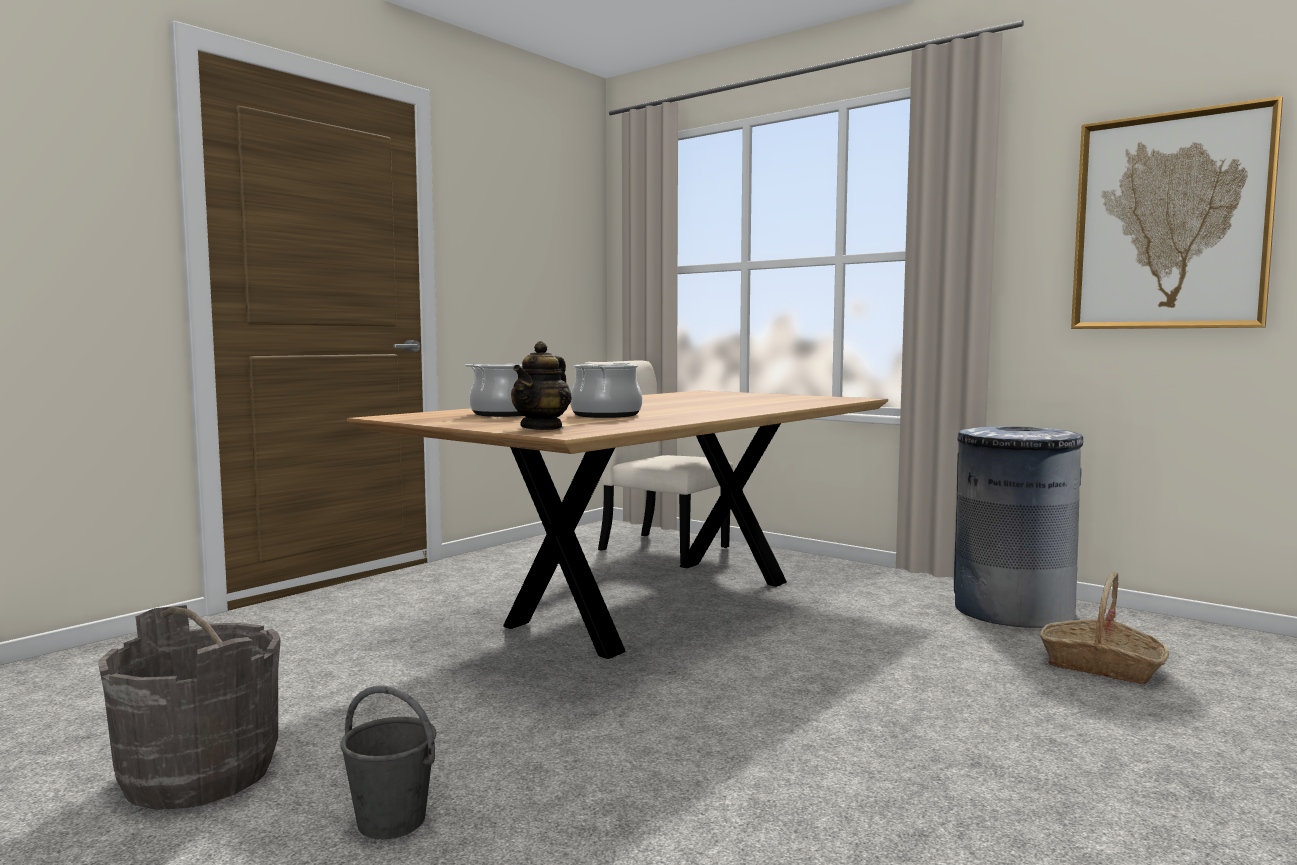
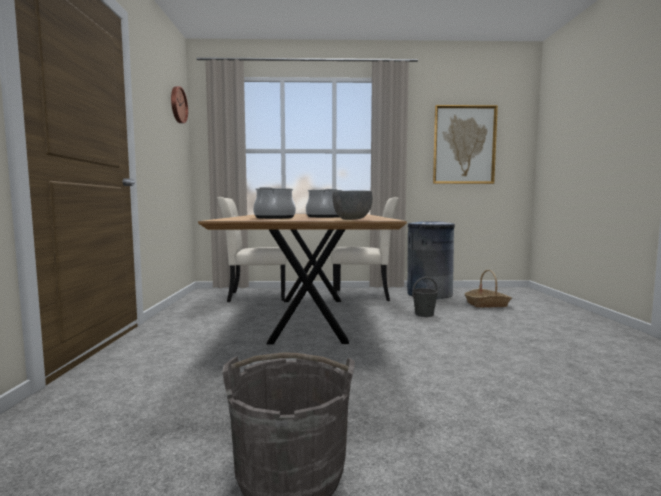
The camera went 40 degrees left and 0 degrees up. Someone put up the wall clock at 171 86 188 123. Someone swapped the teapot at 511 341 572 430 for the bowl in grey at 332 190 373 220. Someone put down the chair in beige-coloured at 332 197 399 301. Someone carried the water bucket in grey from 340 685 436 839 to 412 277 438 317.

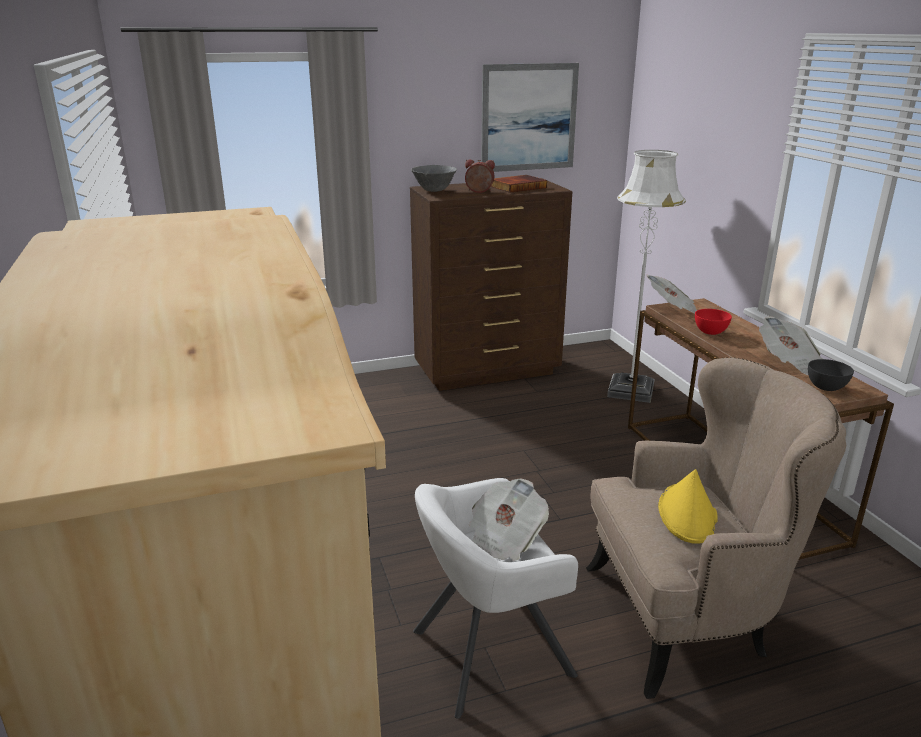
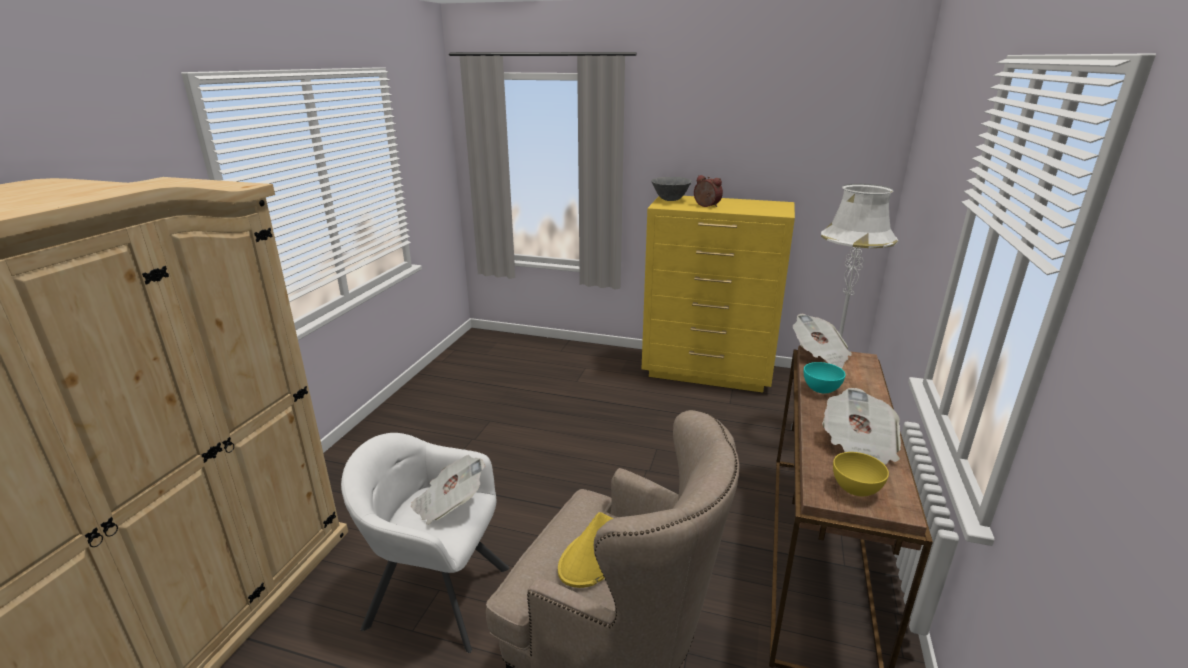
The camera went 35 degrees right and 0 degrees up. Someone repainted the dresser in brown at 410 178 572 391, which became the dresser in yellow-coloured at 642 196 795 393. Someone repainted the bowl in red at 695 309 732 335, which became the bowl in turquoise-coloured at 804 362 846 394. Someone repainted the bowl in grey at 808 359 854 391, which became the bowl in yellow-coloured at 833 452 889 496. Someone took away the picture at 481 63 579 172. Someone took away the volume at 490 175 547 193.

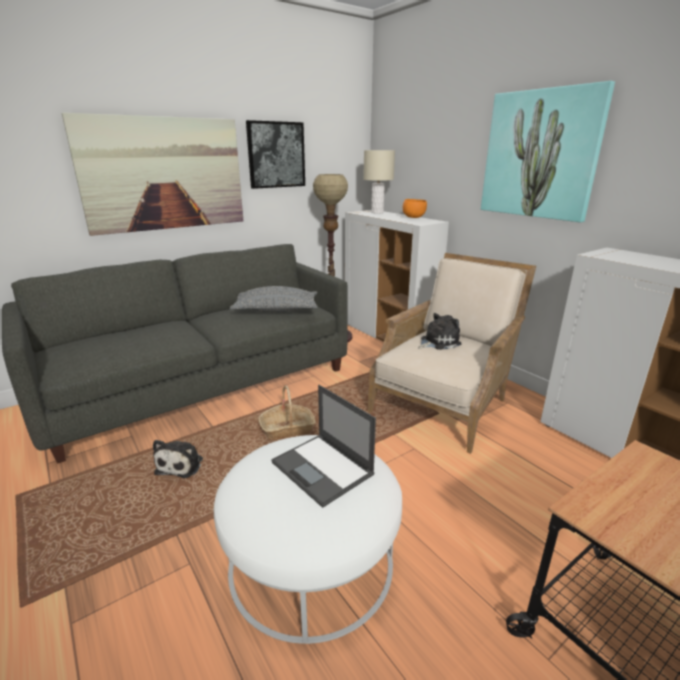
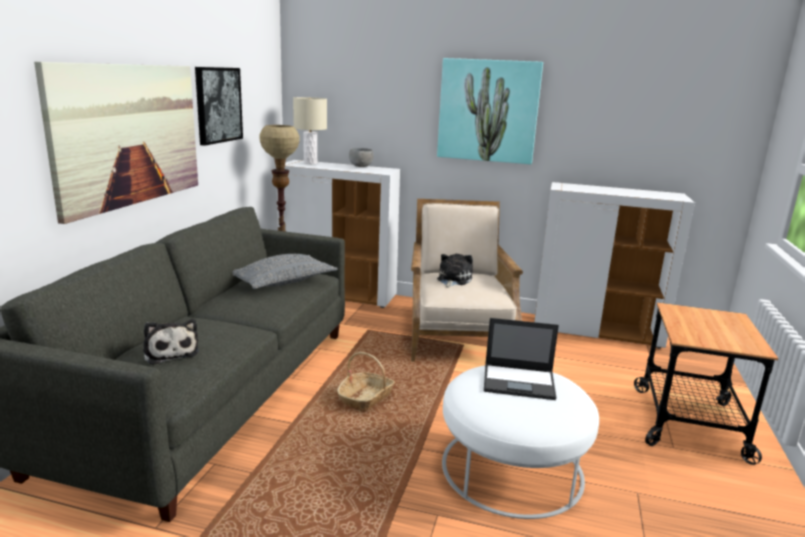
The camera went 40 degrees left and 5 degrees down. Someone carried the soft toy from 153 440 203 478 to 143 319 199 365. Someone repainted the bowl in orange-coloured at 403 199 427 218, which became the bowl in grey at 349 148 374 167.

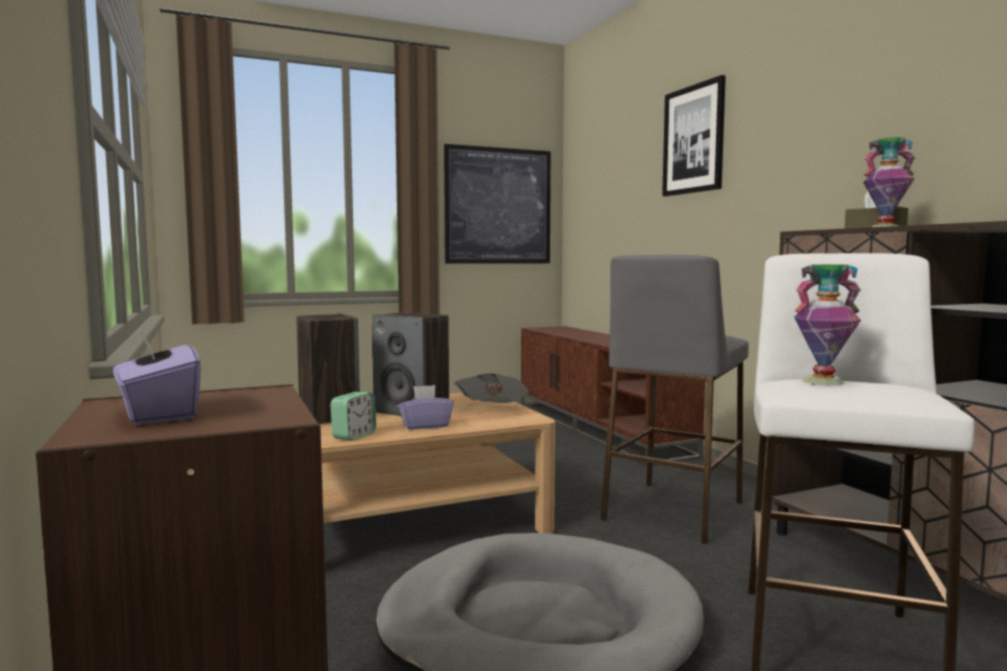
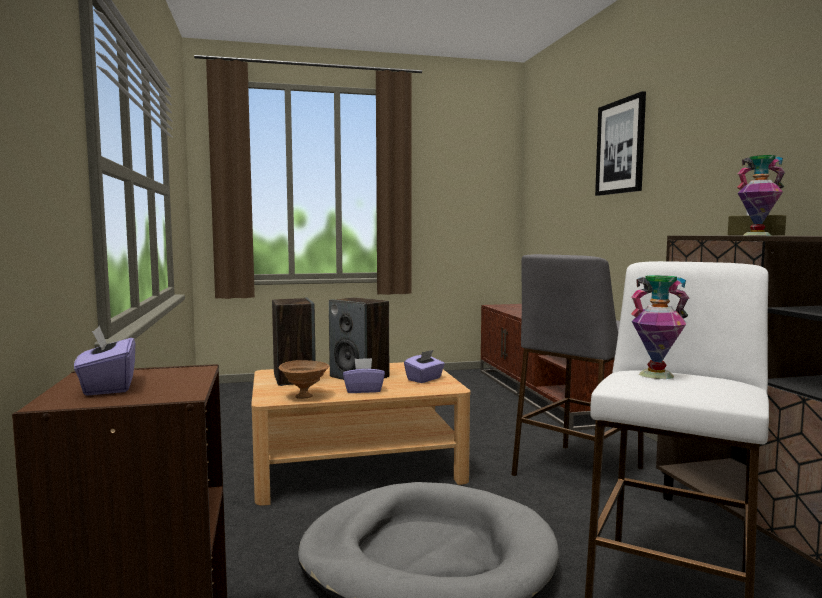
The camera went 10 degrees right and 0 degrees up. Someone swapped the table clock at 330 392 376 441 for the bowl in brown at 279 360 330 399. Someone swapped the newspaper at 454 374 530 403 for the tissue box in purple at 404 350 445 383. Someone took away the picture at 444 144 551 264.

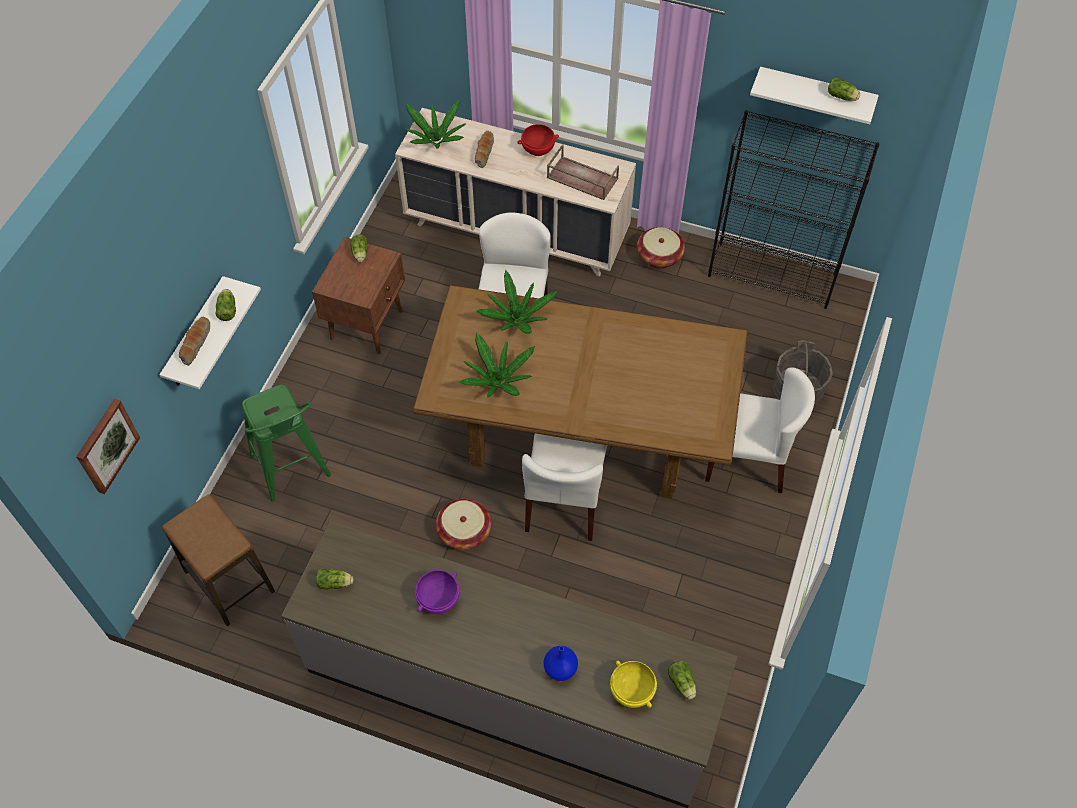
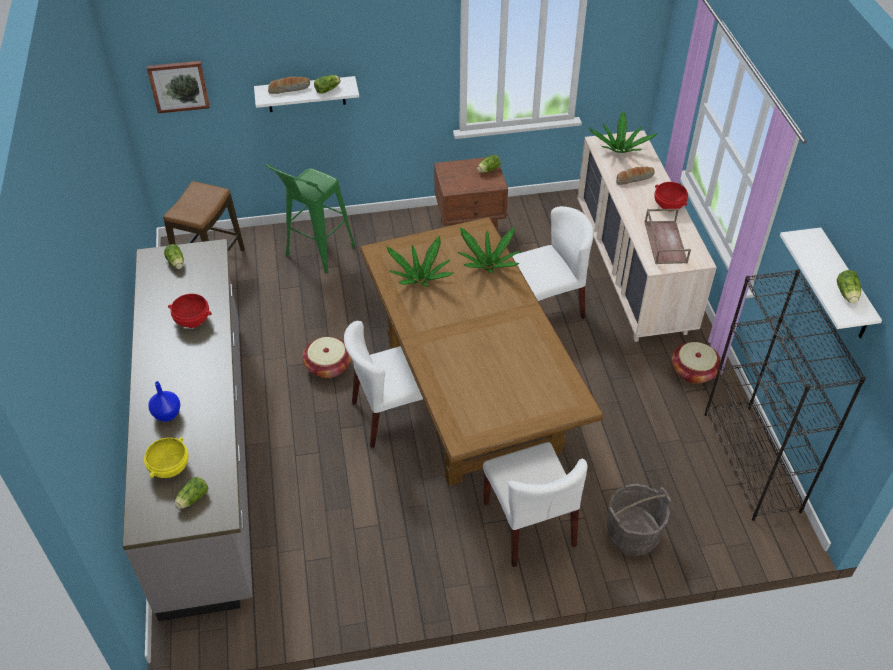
The camera went 60 degrees right and 10 degrees down. Someone repainted the bowl in purple at 415 570 460 614, which became the bowl in red at 168 294 212 328.

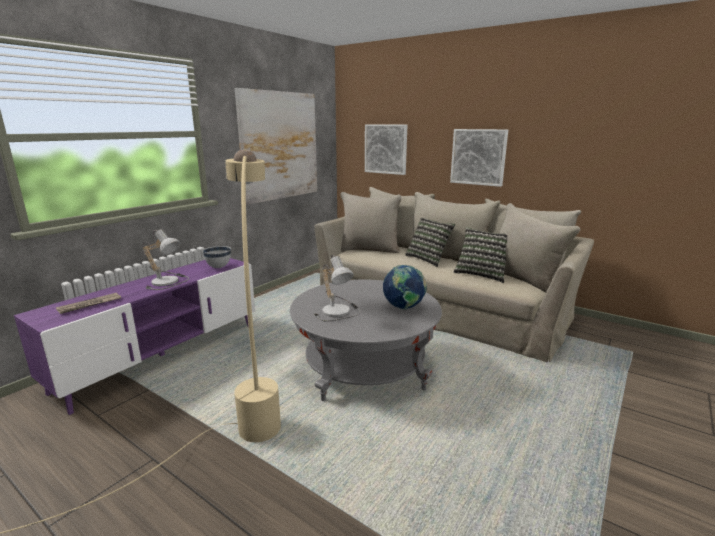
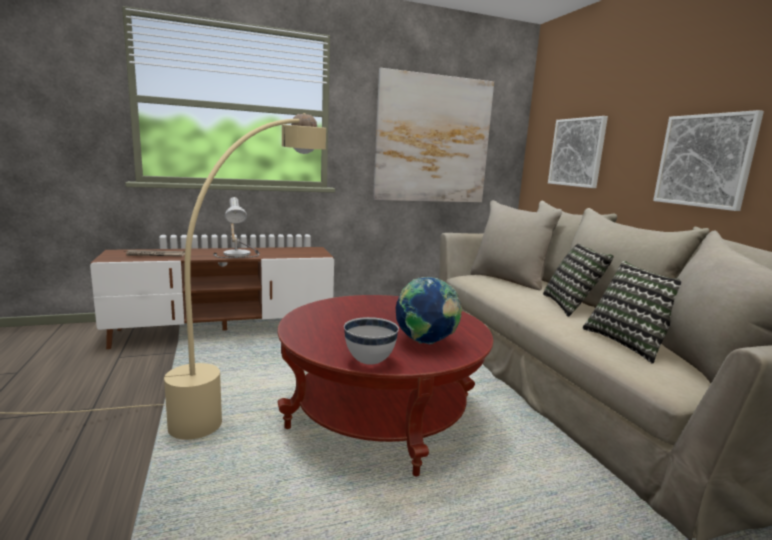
The camera went 35 degrees right and 5 degrees down. Someone repainted the tv stand in purple at 14 258 255 415, which became the tv stand in brown at 90 247 334 349. Someone repainted the low table in grey at 290 280 442 401, which became the low table in red at 278 295 493 476. Someone carried the bowl in white from 203 246 231 268 to 344 317 399 365. Someone took away the table lamp at 314 255 361 321.

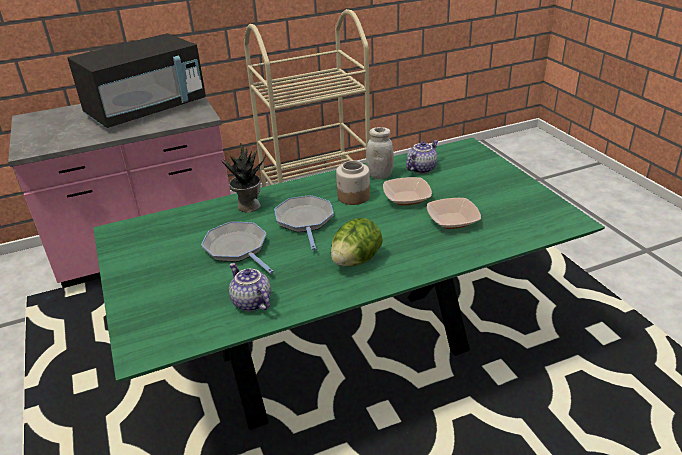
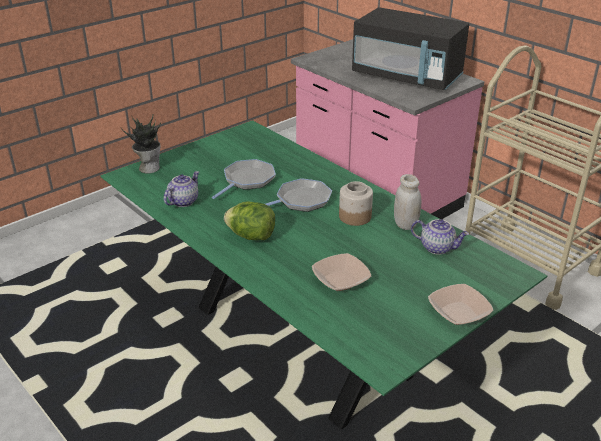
The camera went 70 degrees right and 0 degrees up. Someone carried the plant in a pot from 222 143 266 212 to 121 114 161 174. Someone carried the bowl from 383 177 432 205 to 428 284 493 325.

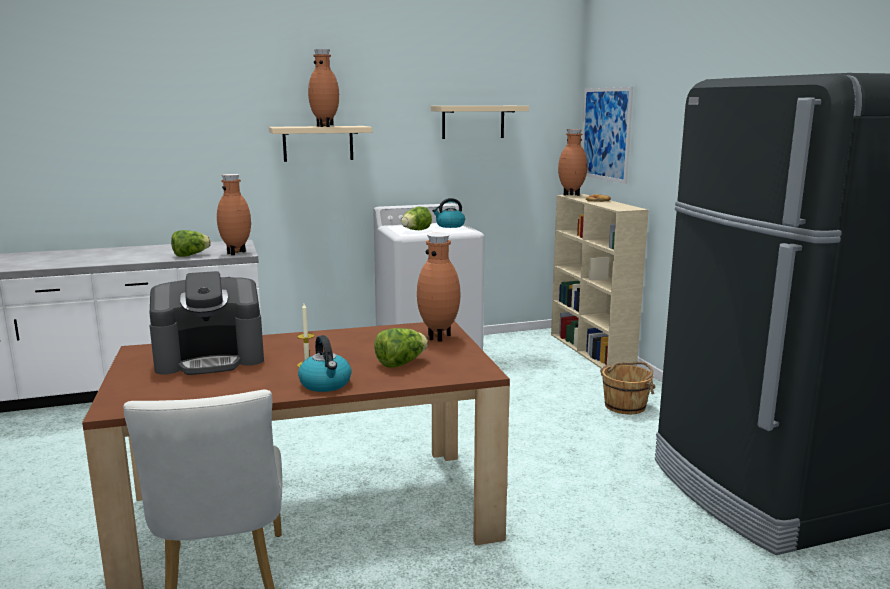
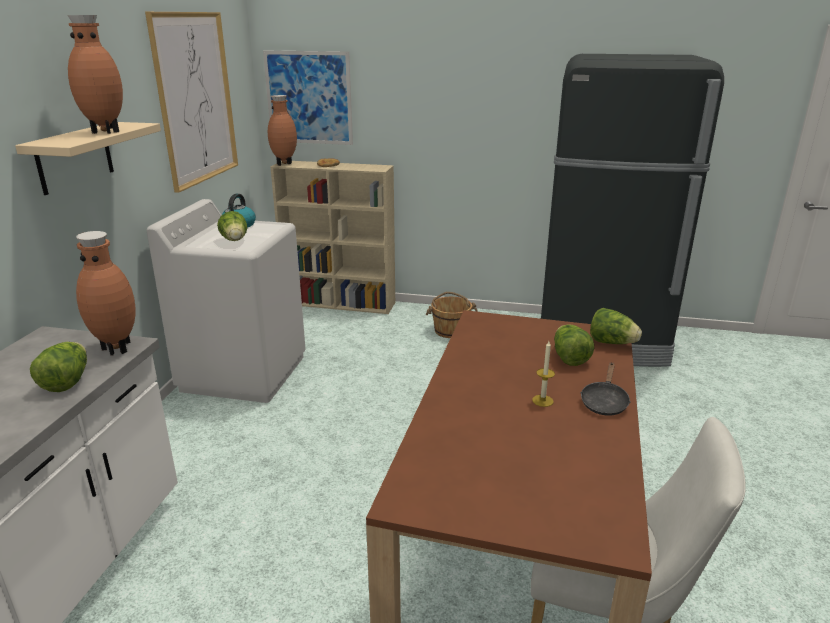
The camera went 60 degrees left and 10 degrees up. Someone swapped the bracket shelf in beige-coloured at 431 106 529 139 for the picture at 145 12 238 193. Someone swapped the kettle at 298 335 351 392 for the skillet in black-coloured at 580 362 630 416. Someone put down the lettuce head at 590 308 642 344. Someone took away the coffee maker at 149 271 264 375. Someone took away the vase in brown at 417 232 461 342.

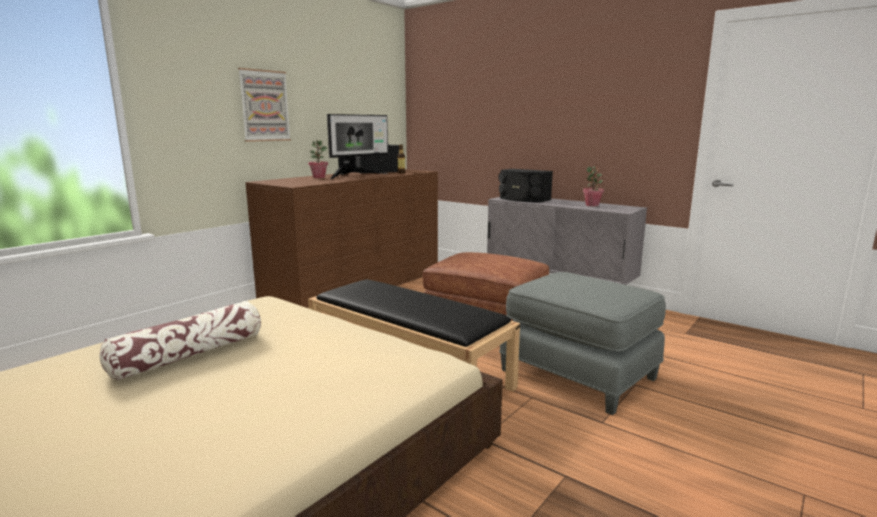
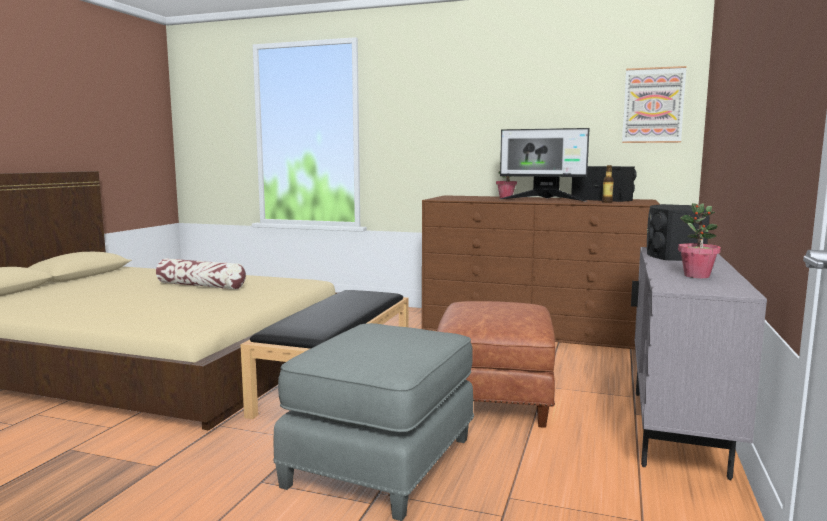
The camera went 70 degrees right and 5 degrees down. Someone carried the picture from 238 68 291 142 to 622 66 687 143.

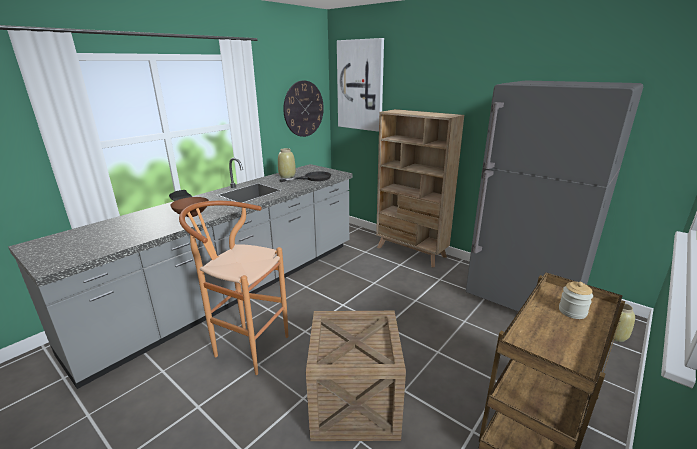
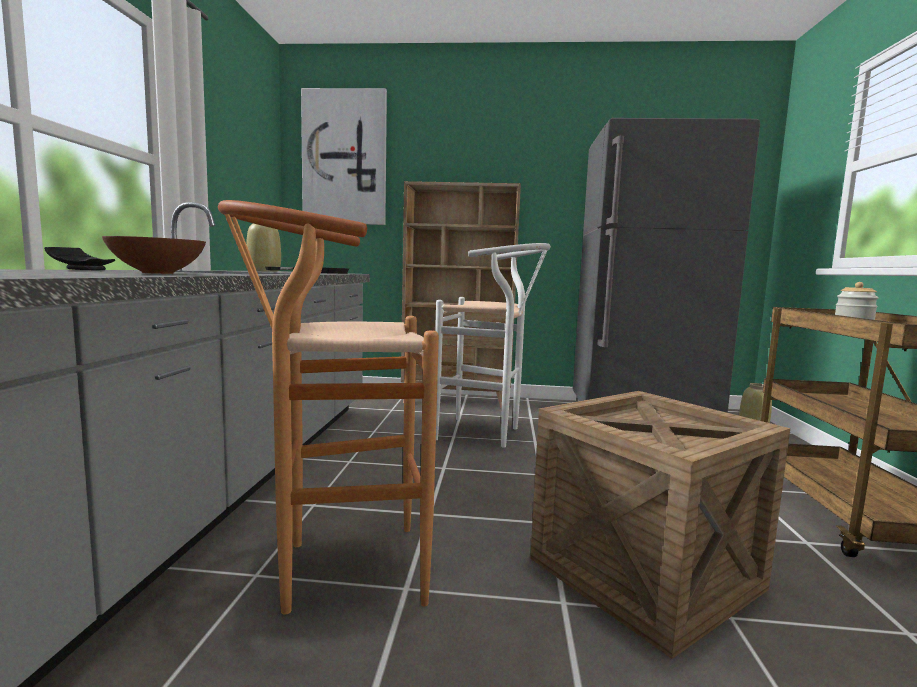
The camera went 35 degrees left and 15 degrees down. Someone put down the stool seat in white at 435 243 551 448. Someone took away the wall clock at 283 81 324 137.

